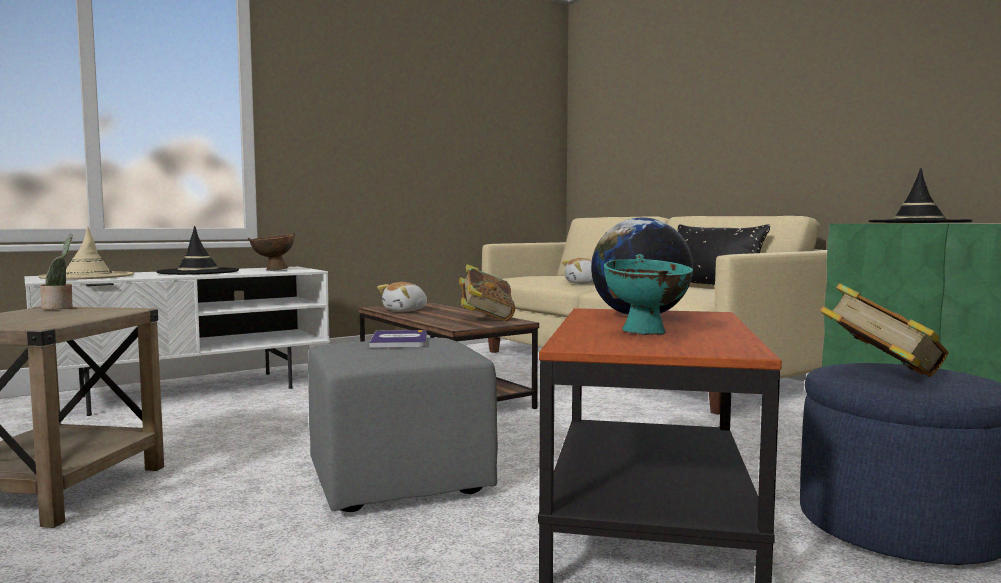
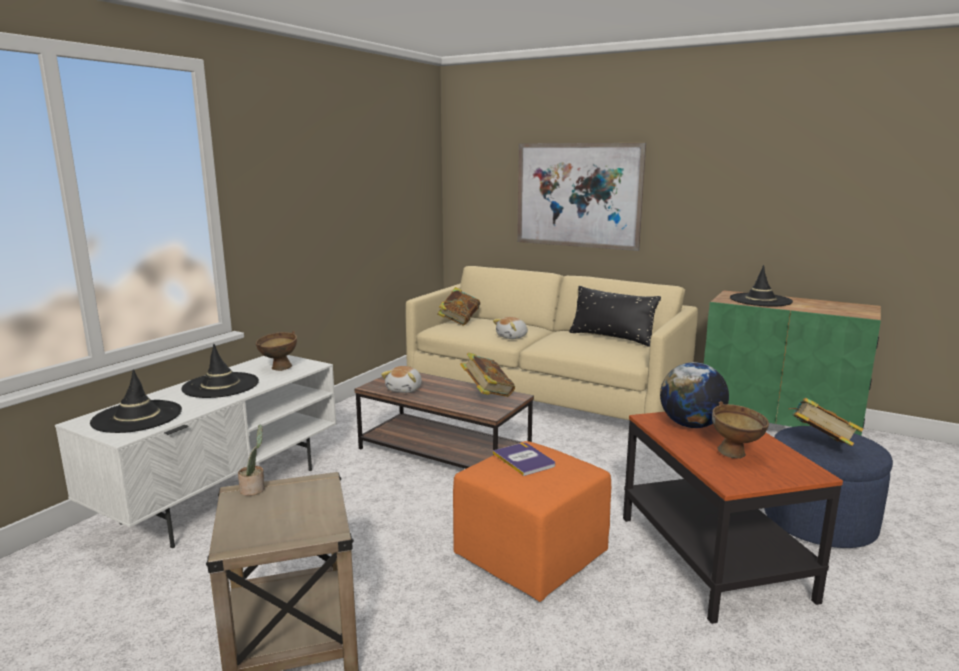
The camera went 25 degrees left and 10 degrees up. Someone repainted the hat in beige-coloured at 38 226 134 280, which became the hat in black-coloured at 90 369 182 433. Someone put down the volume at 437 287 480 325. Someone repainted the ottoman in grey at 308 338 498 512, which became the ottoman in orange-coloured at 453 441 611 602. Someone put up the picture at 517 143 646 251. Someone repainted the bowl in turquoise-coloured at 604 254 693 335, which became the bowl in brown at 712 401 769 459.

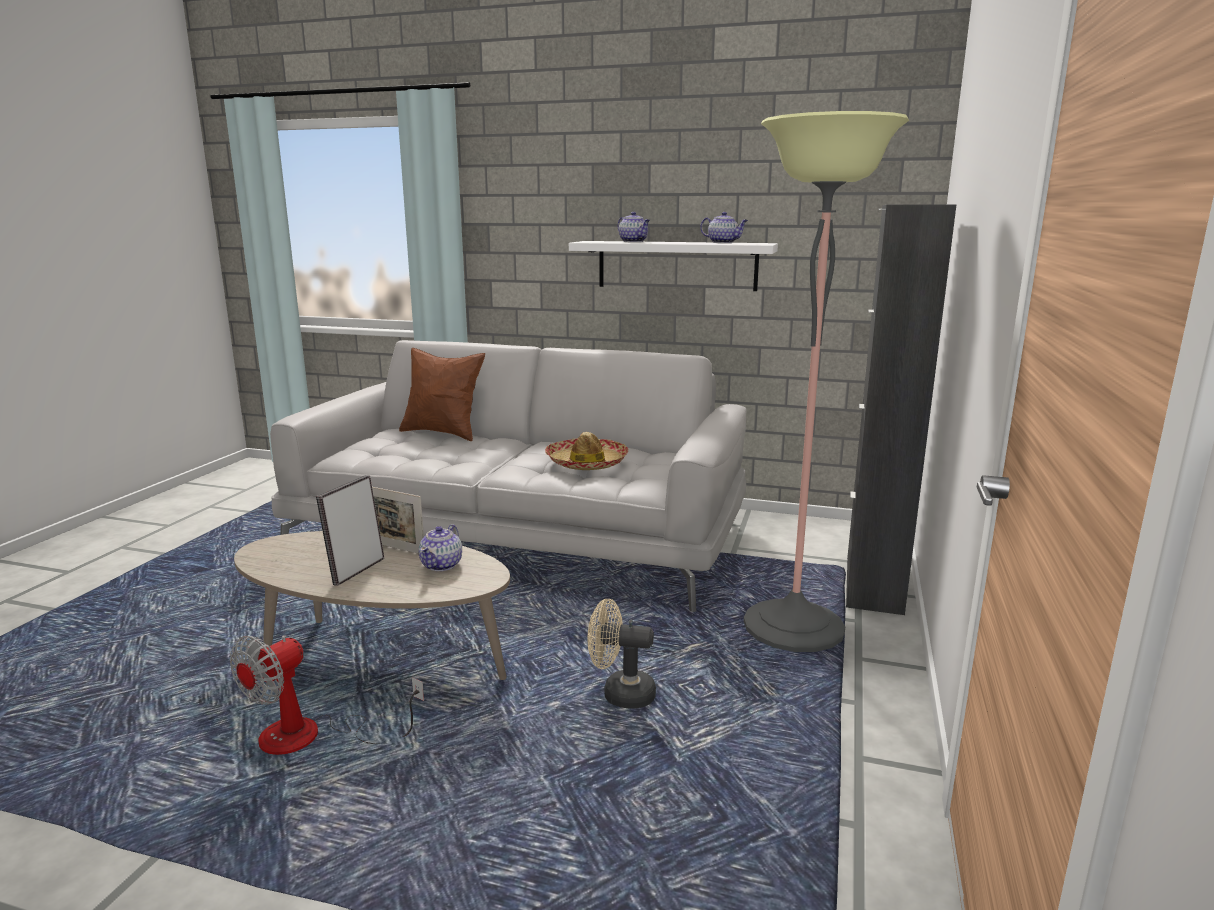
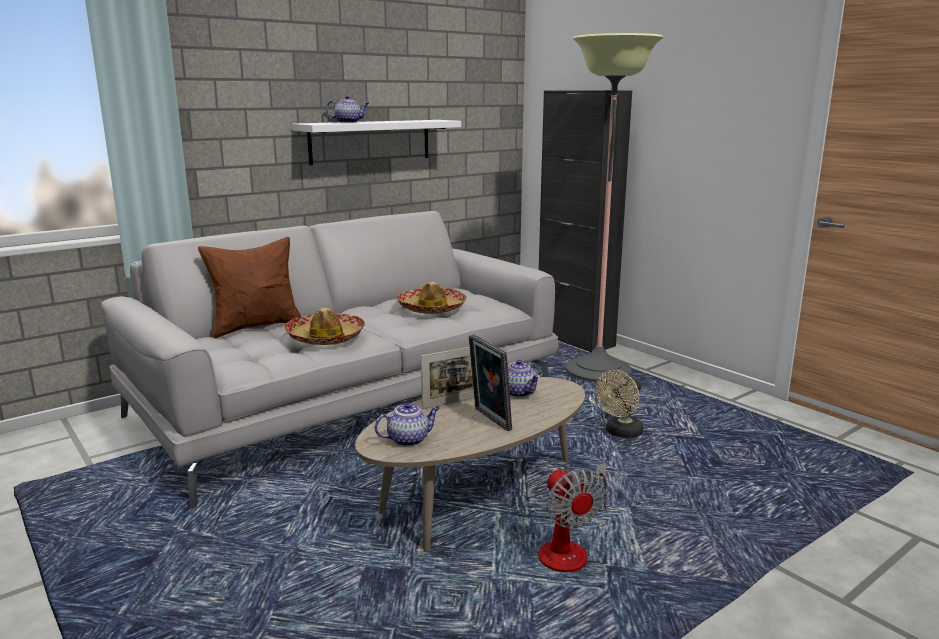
The camera went 55 degrees left and 0 degrees up. Someone put down the hat at 285 308 365 345. Someone carried the teapot from 700 212 748 243 to 374 403 439 446.

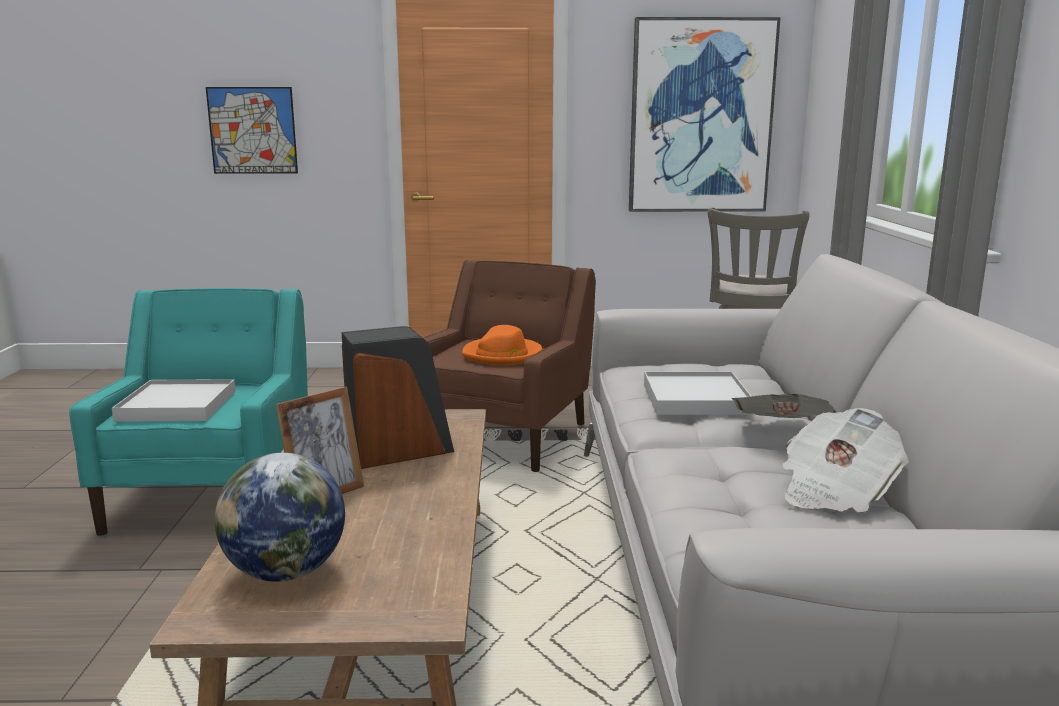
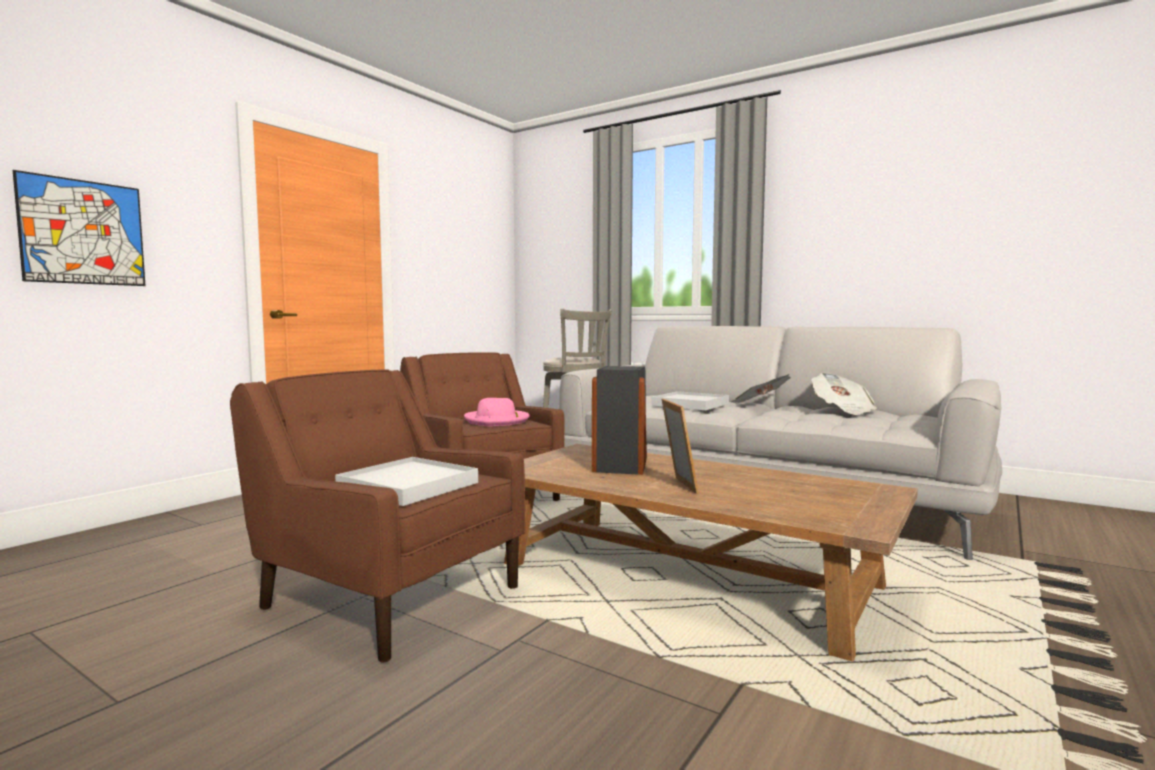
The camera went 55 degrees left and 10 degrees down. Someone repainted the lounge chair in turquoise-coloured at 69 288 308 536, which became the lounge chair in brown at 230 369 525 662. Someone repainted the hat in orange-coloured at 462 325 543 365, which became the hat in pink at 464 398 529 426. Someone took away the world globe at 215 453 345 582. Someone took away the picture at 629 17 781 212.

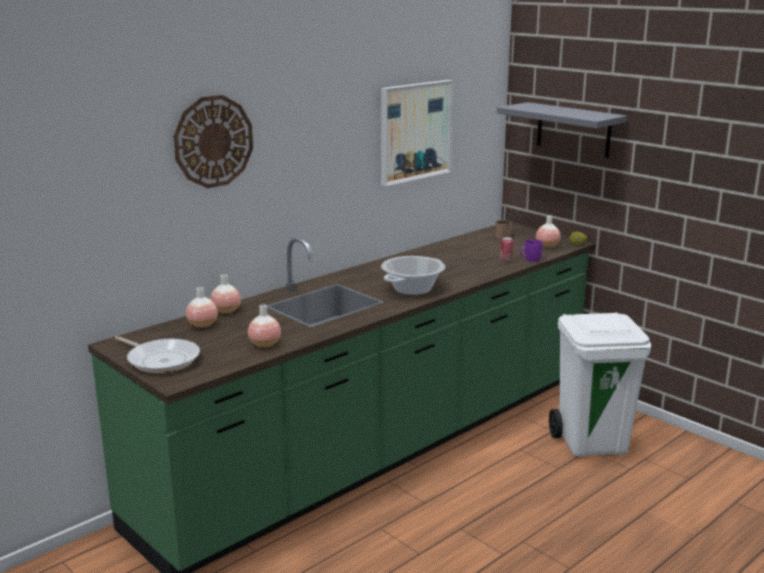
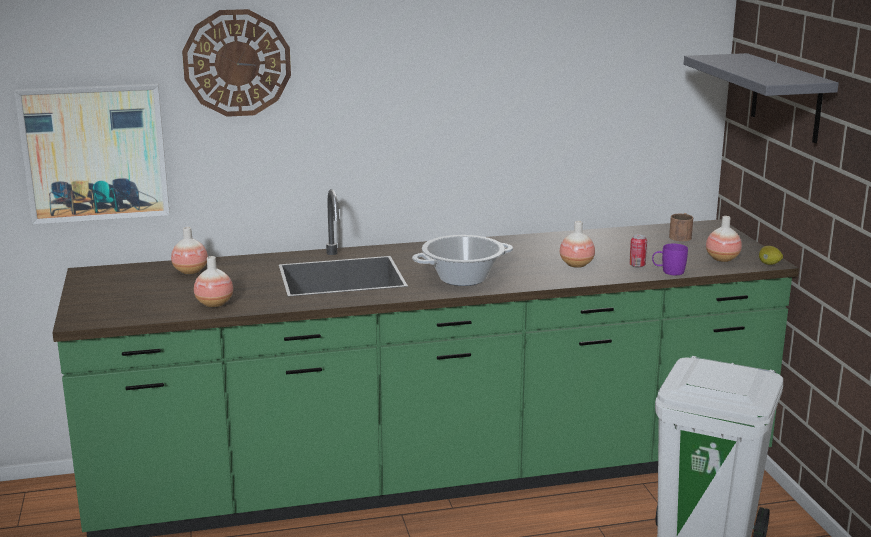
The camera went 30 degrees right and 0 degrees up. Someone carried the picture from 381 80 454 186 to 14 83 170 224. Someone carried the vase from 210 274 241 314 to 560 221 595 268. Someone took away the skillet at 115 336 200 373.

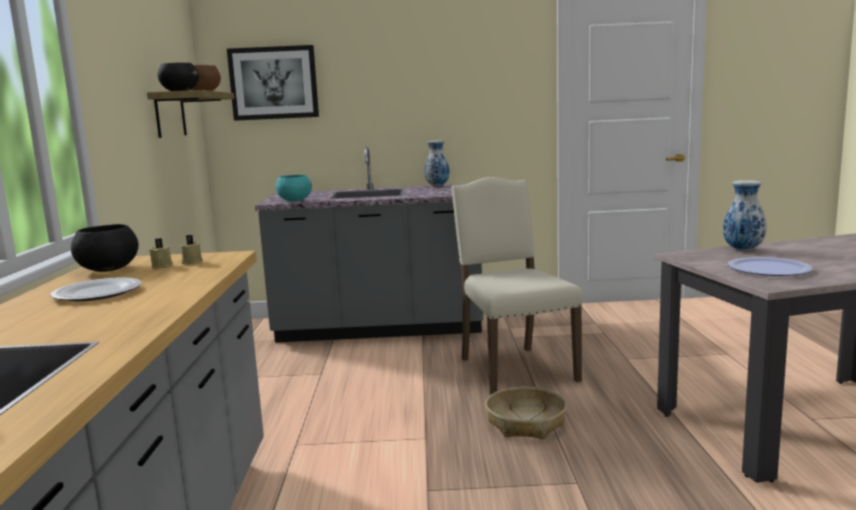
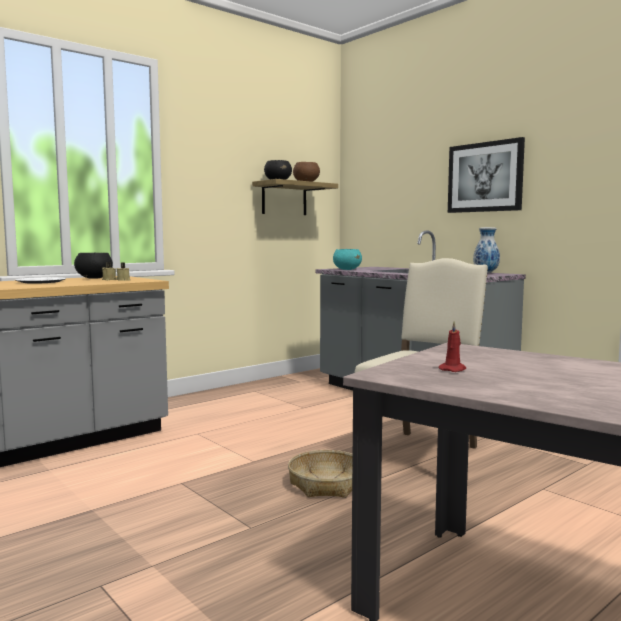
The camera went 50 degrees right and 5 degrees down. Someone swapped the flat dish at 728 257 813 276 for the candle in red at 439 321 466 372. Someone carried the picture from 227 45 319 121 to 448 137 525 213. Someone took away the vase at 723 180 766 251.

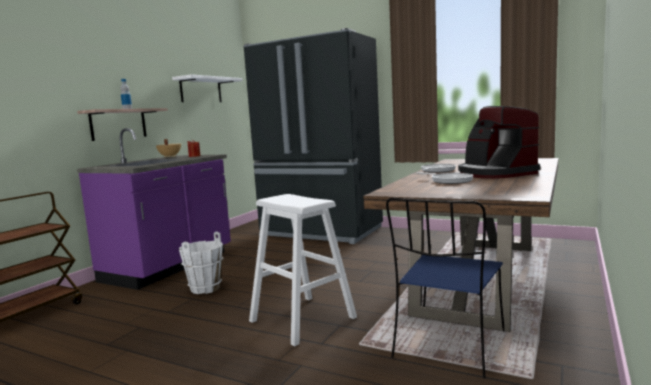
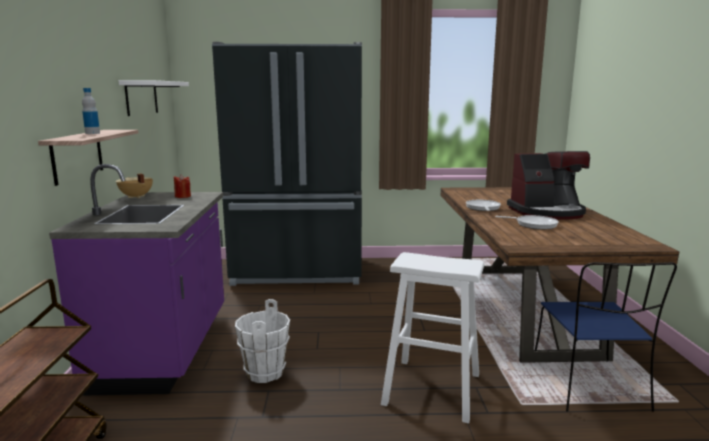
The camera went 30 degrees left and 5 degrees up. Someone rotated the coffee maker at 458 106 540 179 by 45 degrees counterclockwise.

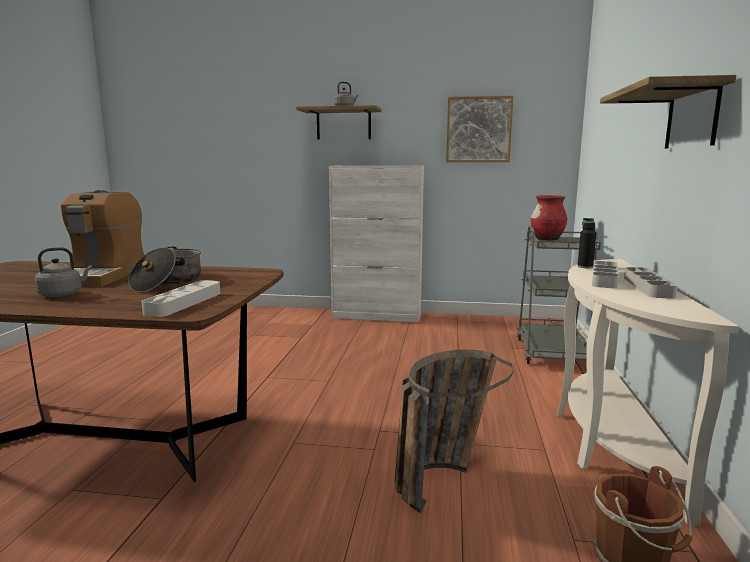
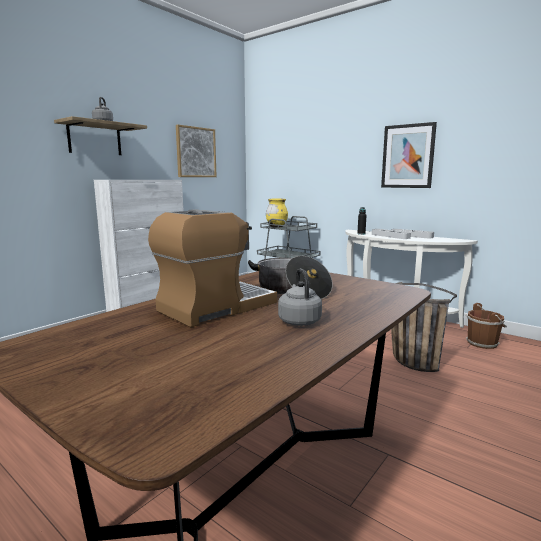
The camera went 60 degrees left and 0 degrees up. Someone rotated the coffee maker at 61 190 144 287 by 75 degrees counterclockwise. Someone repainted the vase in red at 531 195 567 241, which became the vase in yellow-coloured at 266 199 288 228. Someone swapped the bracket shelf at 600 75 737 149 for the picture at 381 122 437 188. Someone took away the tray in grey at 142 280 220 317.

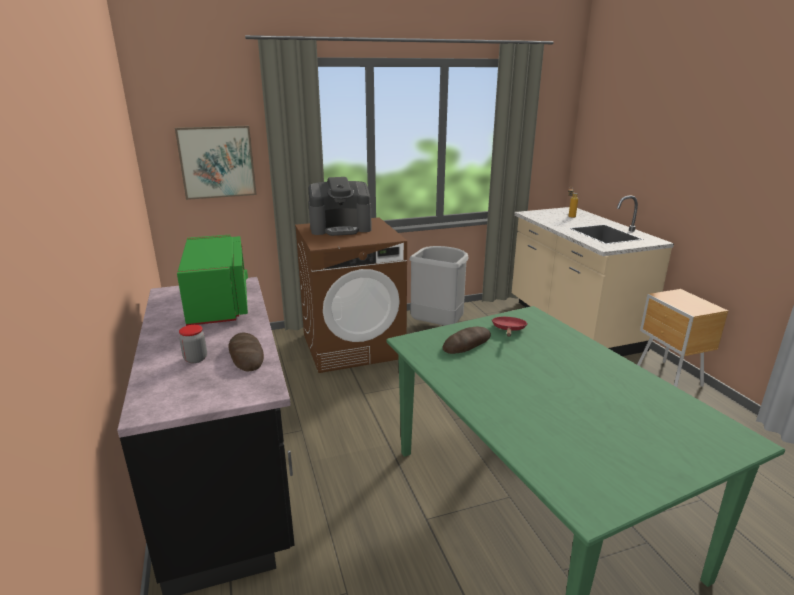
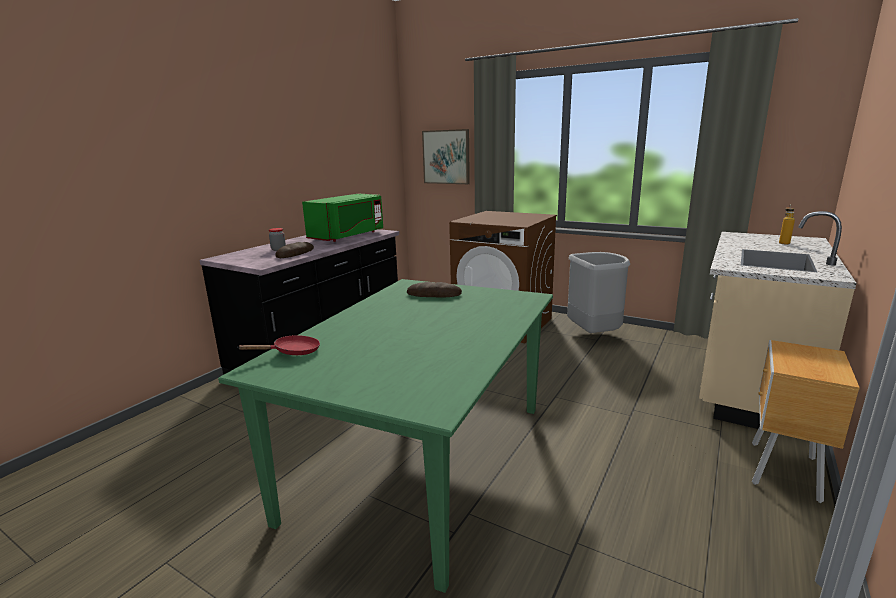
The camera went 50 degrees right and 5 degrees down. Someone carried the skillet in red from 492 317 528 337 to 237 335 320 355. Someone took away the coffee maker at 308 177 372 236.

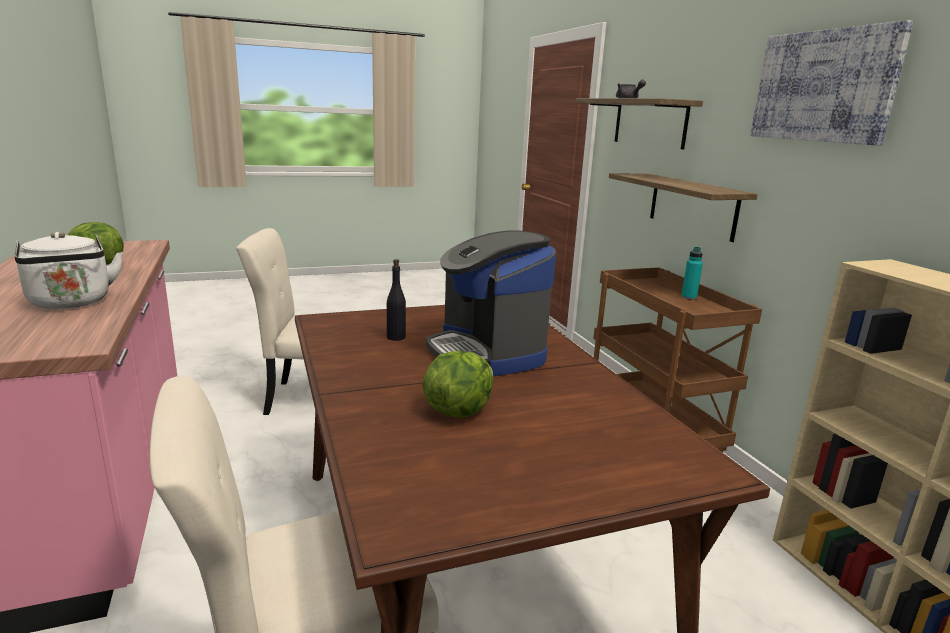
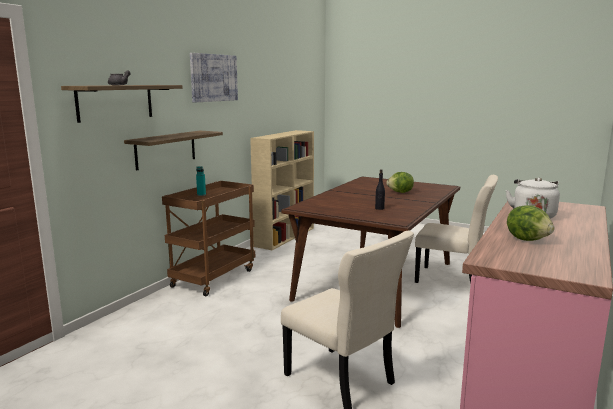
The camera went 130 degrees left and 5 degrees down. Someone took away the coffee maker at 426 230 556 376.

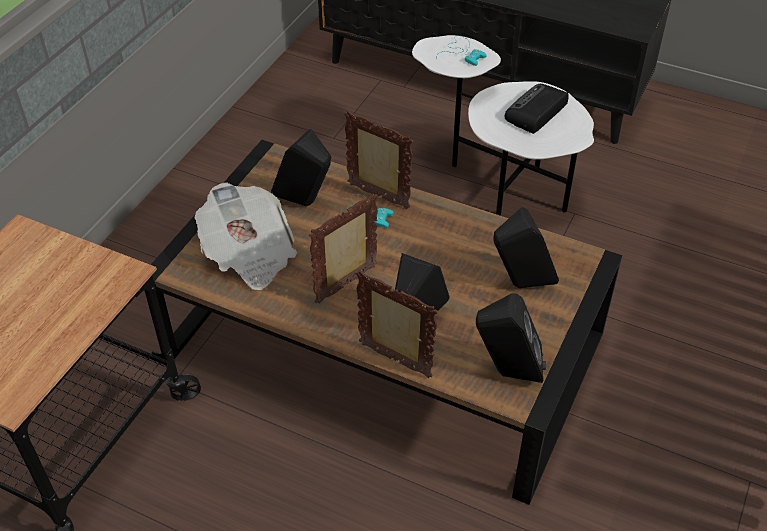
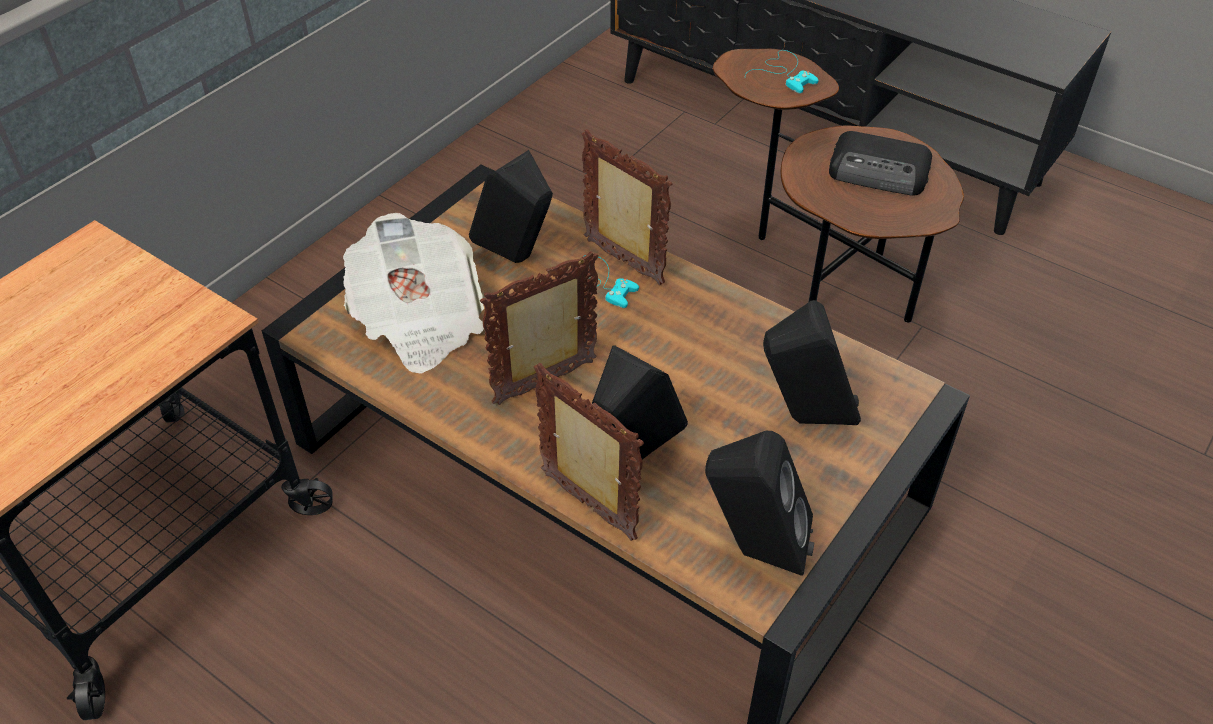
The camera went 10 degrees right and 0 degrees up. Someone repainted the end table in white at 412 35 594 216, which became the end table in brown at 713 49 964 323. Someone rotated the radio at 505 84 569 134 by 120 degrees counterclockwise.

